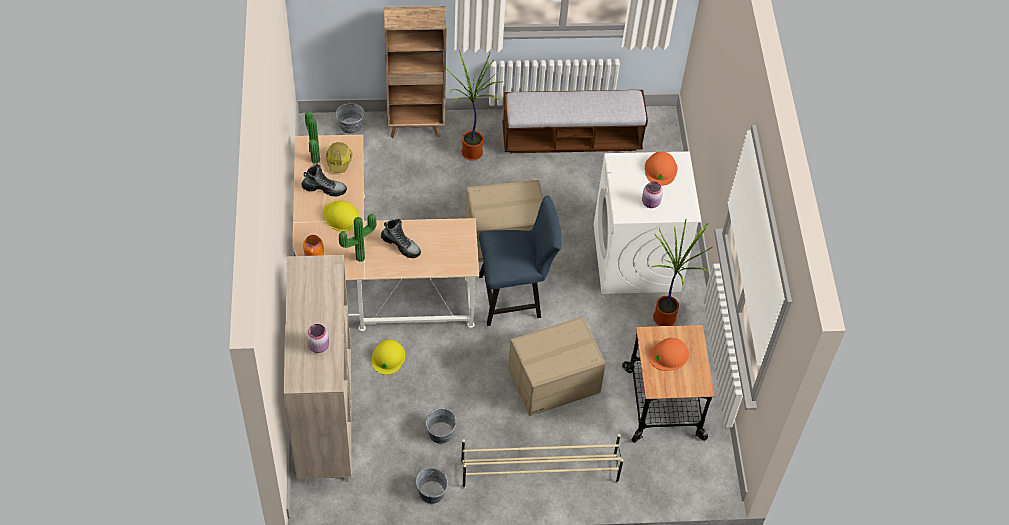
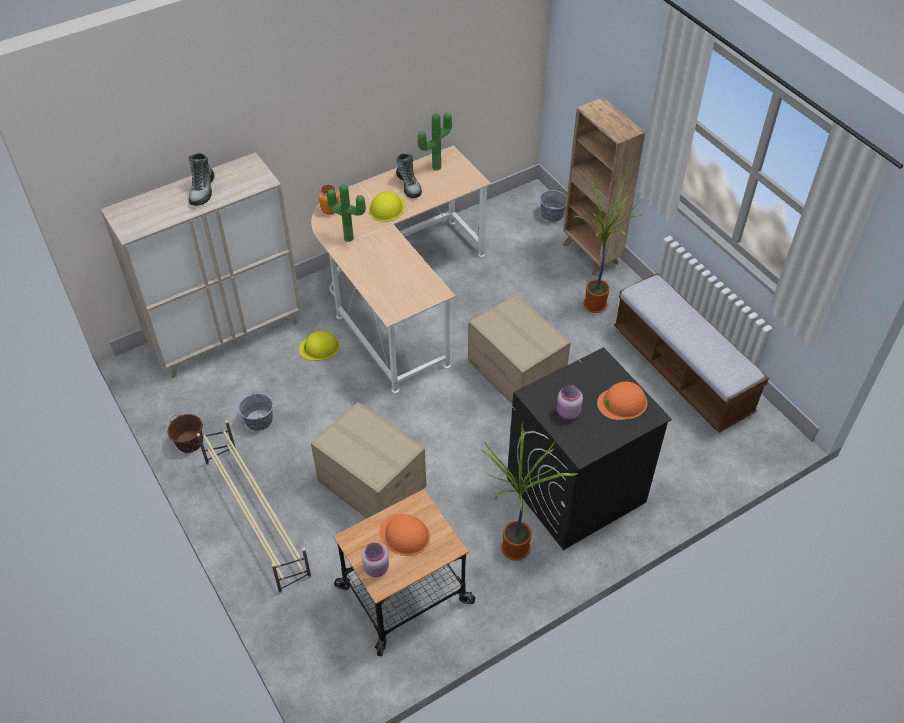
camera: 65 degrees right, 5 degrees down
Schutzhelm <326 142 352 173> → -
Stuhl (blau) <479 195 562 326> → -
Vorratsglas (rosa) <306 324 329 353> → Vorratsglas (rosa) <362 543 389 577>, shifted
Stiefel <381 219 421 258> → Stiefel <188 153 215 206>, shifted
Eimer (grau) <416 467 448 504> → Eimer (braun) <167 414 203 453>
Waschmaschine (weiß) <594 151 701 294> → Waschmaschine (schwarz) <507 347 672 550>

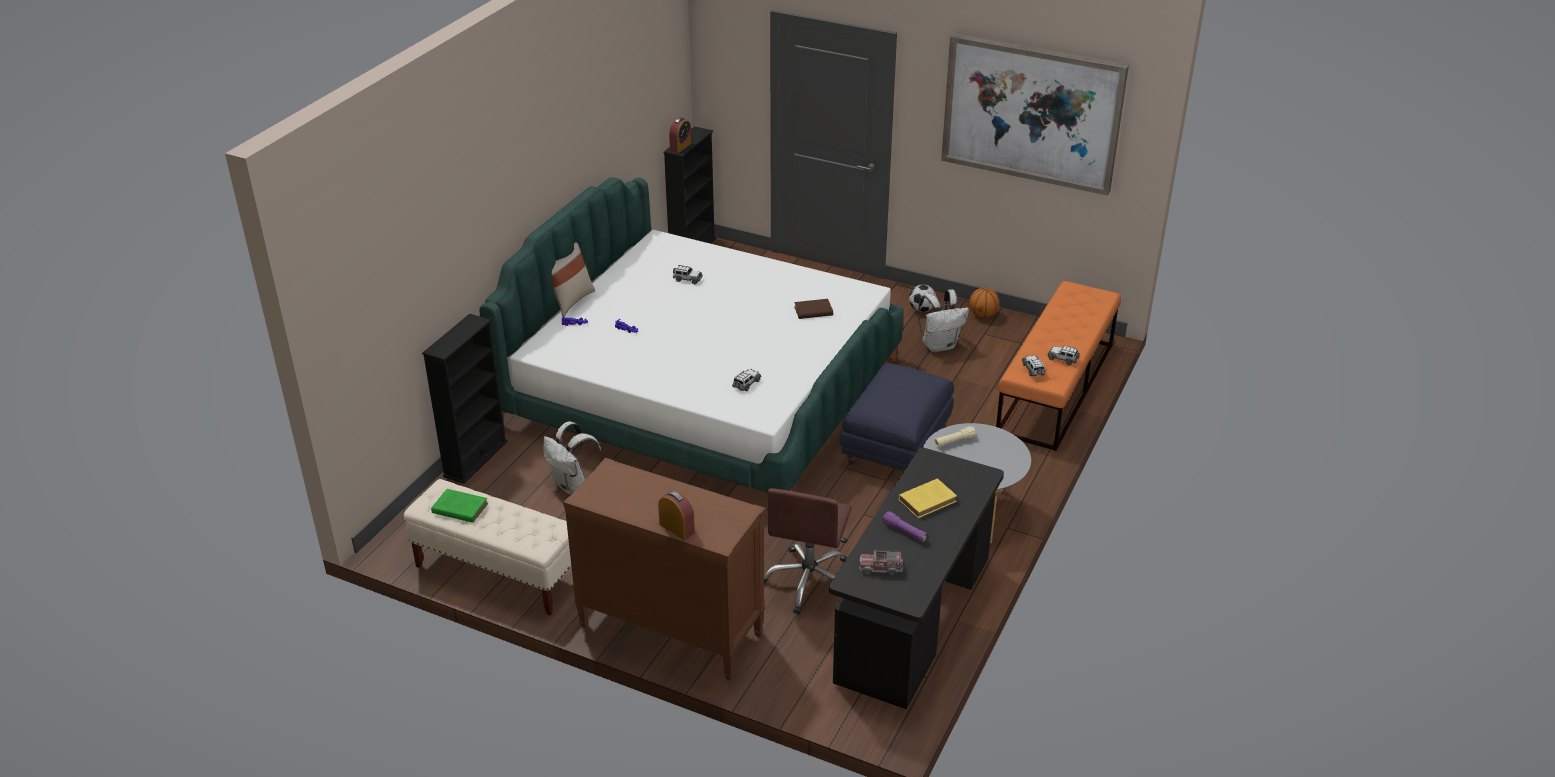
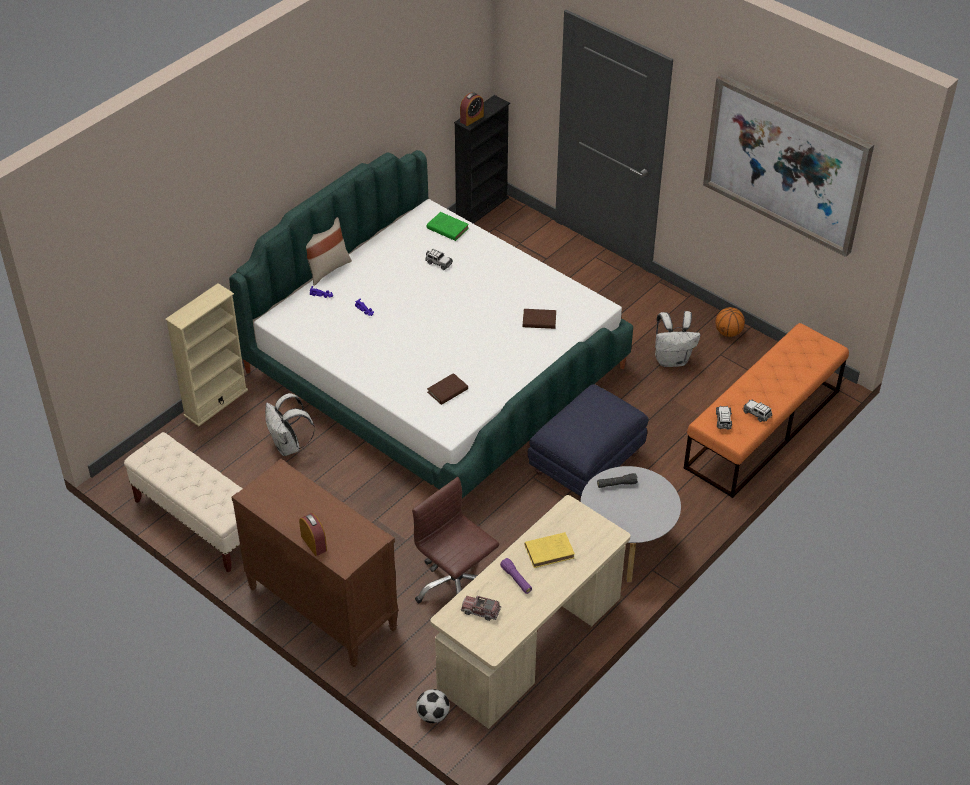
camera: 15 degrees right, 10 degrees up
Buch (grün) <431 489 488 523> → Buch (grün) <427 212 469 241>, shifted
Fußball <909 285 937 312> → Fußball <416 689 450 723>, shifted
Spielzeugauto <732 369 761 391> → Buch (braun) <427 373 468 405>
Bücherregal (schwarz) <422 314 508 484> → Bücherregal (beige) <165 283 248 426>
Schreibtisch (schwarz) <829 448 1004 709> → Schreibtisch (beige) <430 495 630 729>
Taschenlampe (beige) <935 426 976 447> → Taschenlampe (schwarz) <597 473 638 488>
Bürostuhl (braun) <764 488 852 614> → Bürostuhl (braun) <412 477 499 603>, 105 degrees clockwise

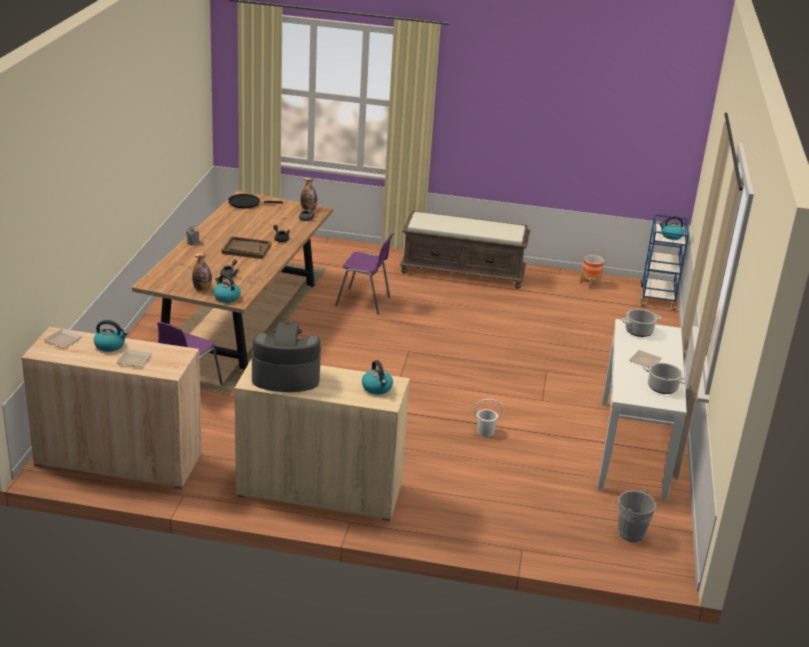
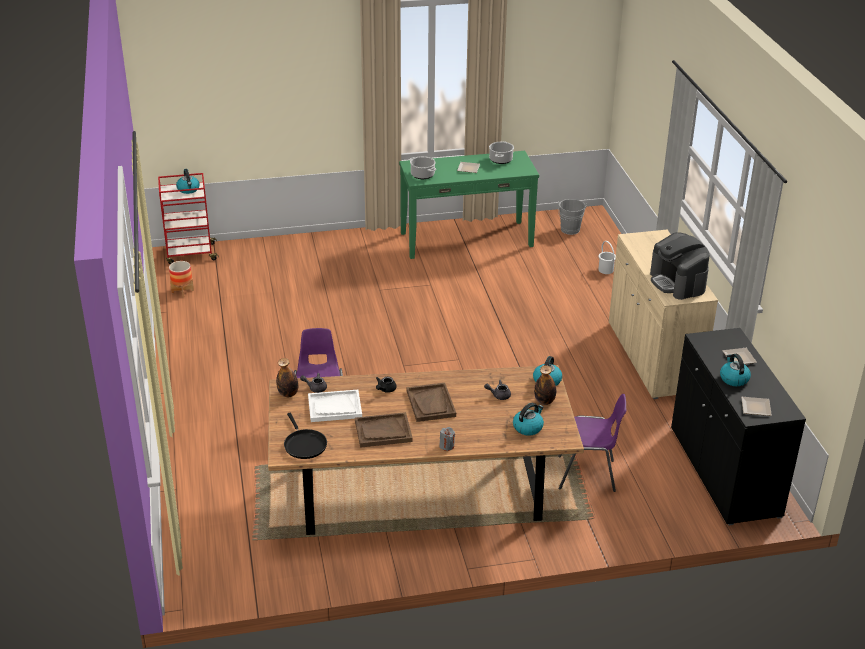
camera: 110 degrees left, 5 degrees up
Bank (braun) <400 211 530 289> → -
- → Tablett (weiß) <308 390 362 422>
- → Tablett (braun) <355 412 413 448>
Wasserkessel <362 360 393 395> → Wasserkessel <513 403 544 436>, shifted
Eimer (weiß) <474 399 502 437> → Eimer (weiß) <598 241 616 274>, shifted
Schrank (beige) <21 327 202 489> → Schrank (schwarz) <671 328 806 526>
Konsolentisch (weiß) <597 319 687 501> → Konsolentisch (grün) <399 151 539 259>
Rollwagen (blau) <641 214 689 310> → Rollwagen (rot) <158 173 219 264>

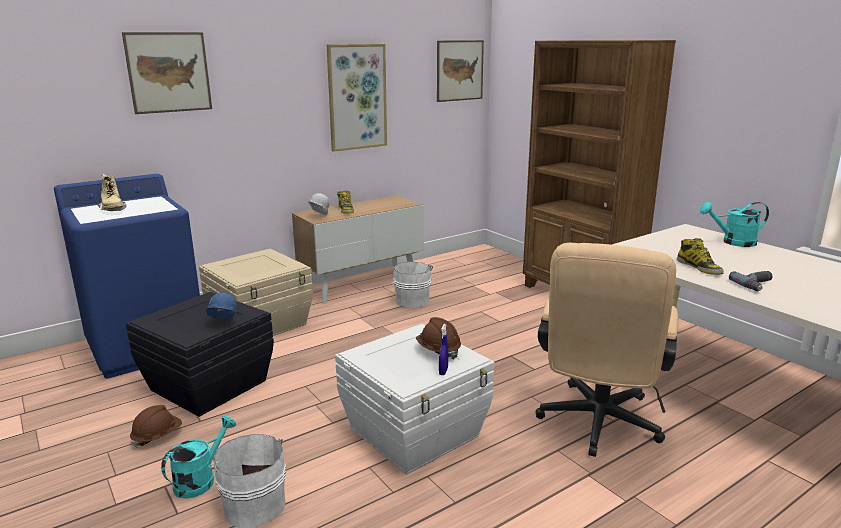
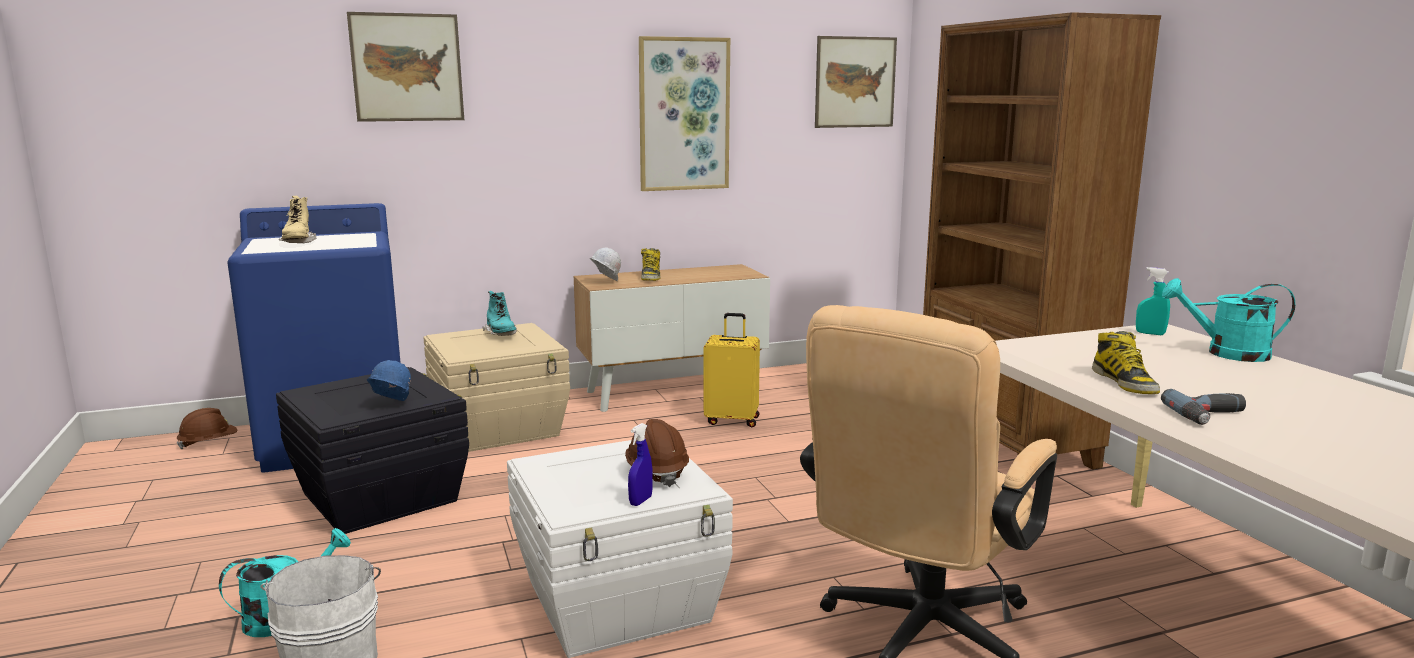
camera: 15 degrees right, 5 degrees down
- → Stiefel (türkis) <483 291 517 336>
- → Sprühflasche (türkis) <1136 267 1170 335>
Schutzhelm (braun) <130 405 182 448> → Schutzhelm (braun) <176 408 237 449>, shifted
Eimer (weiß) <391 262 433 308> → Koffer (gelb) <704 313 760 427>

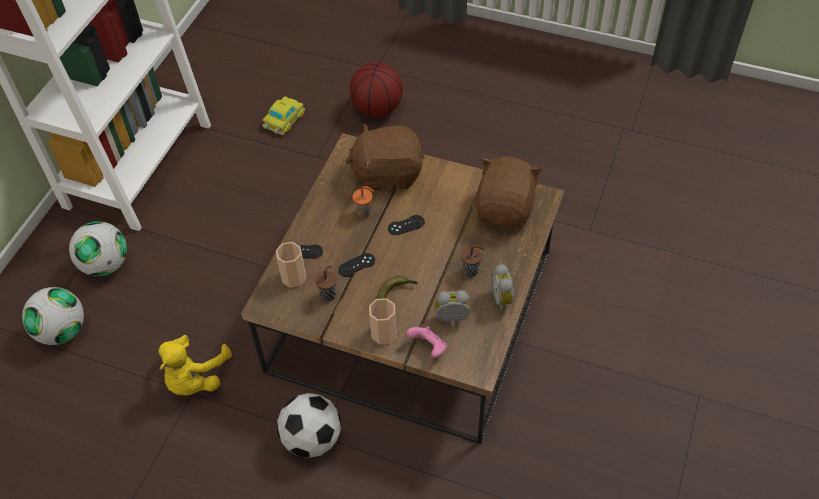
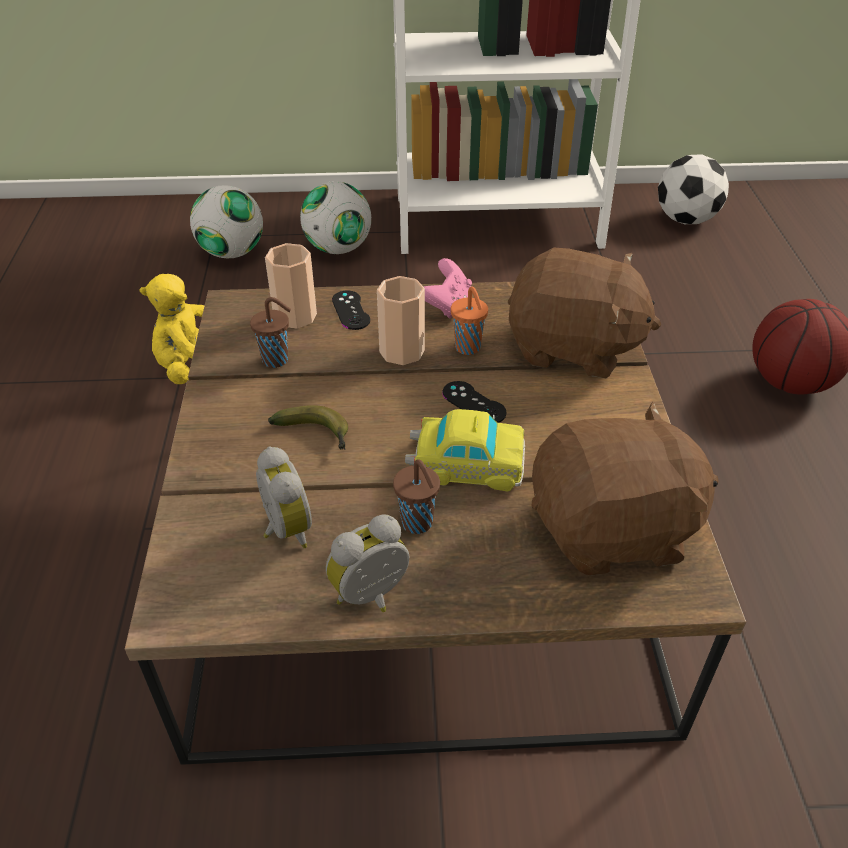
camera: 65 degrees right, 10 degrees down
Gamepad (schwarz) <338 253 375 277> → -
Spielzeugauto <262 97 305 135> → Spielzeugauto <405 409 525 492>, shifted
Fußball <277 393 341 458> → Fußball <658 154 729 224>, shifted
Tasse <369 298 397 344> → Tasse <377 276 425 365>, shifted
Gamepad (rosa) <406 326 447 358> → Gamepad (rosa) <424 258 472 319>, shifted
Plüschtier (braun) <345 124 425 191> → Plüschtier (braun) <508 248 661 378>, 135 degrees clockwise

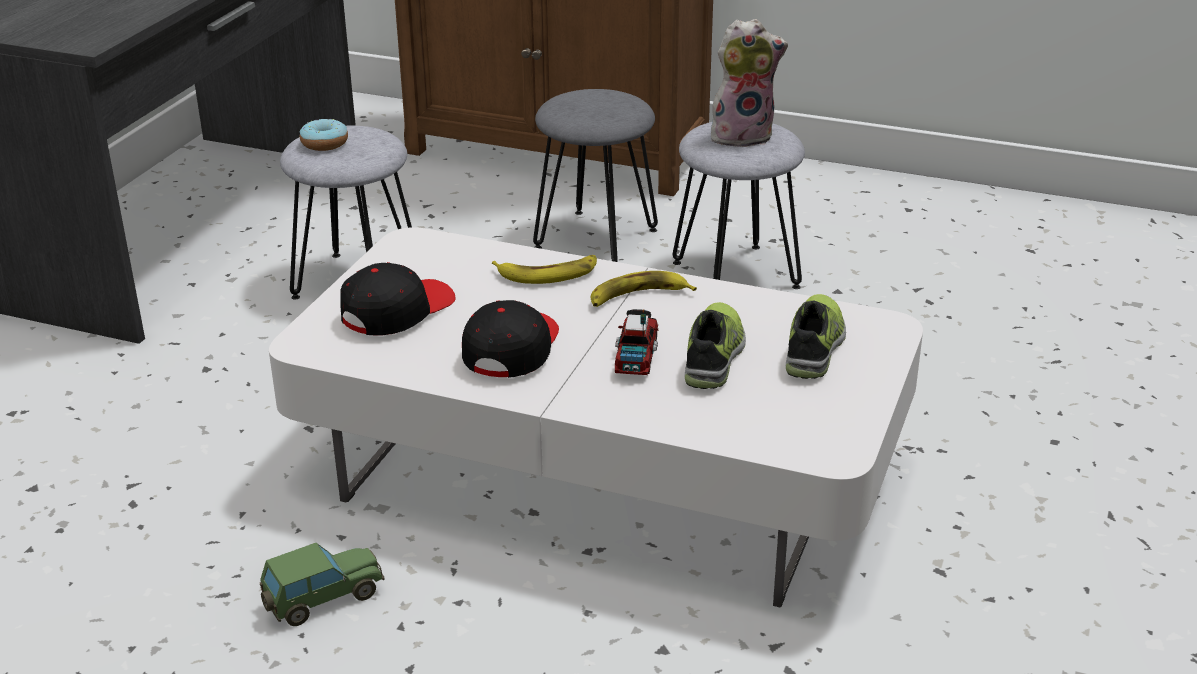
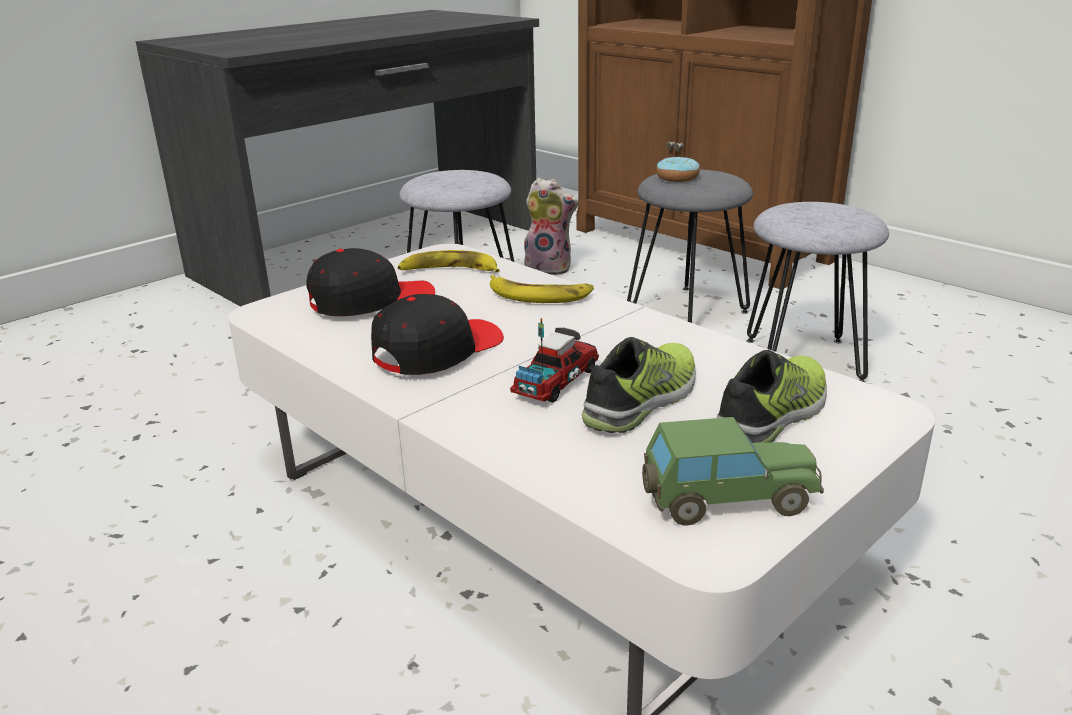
camera: 25 degrees right, 5 degrees down
Spielzeugauto <260 543 384 626> → Spielzeugauto <642 417 824 526>, shifted
Donut <300 119 348 151> → Donut <656 157 700 182>, shifted
Banane <591 271 697 307> → Banane <398 250 500 272>, shifted
Plüschtier <711 19 788 147> → Plüschtier <524 178 579 275>, shifted

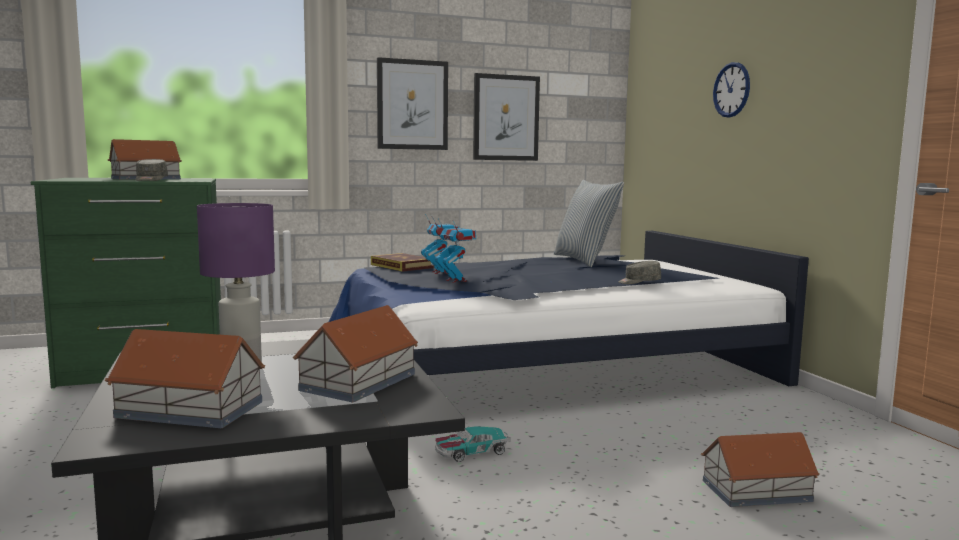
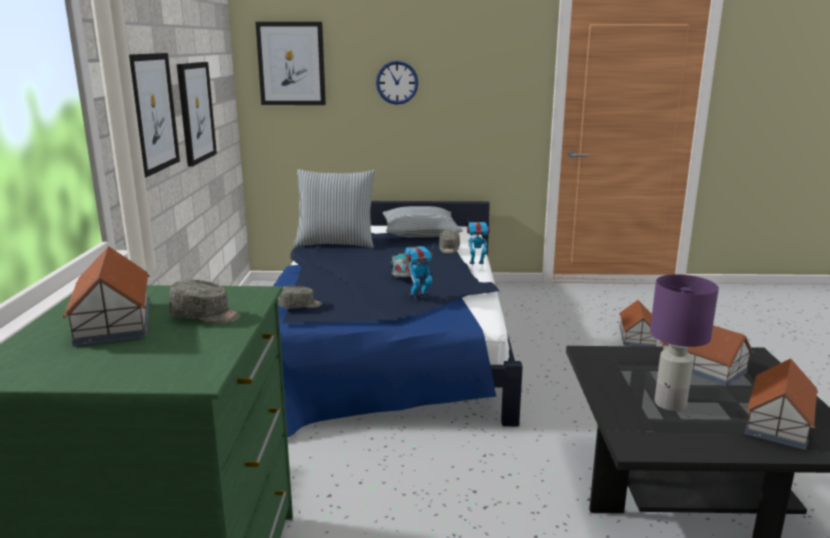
camera: 70 degrees left, 10 degrees up
- → Bild <256 22 326 105>
- → Kissen <383 206 463 237>
Spielzeugroboter <421 214 459 274> → Spielzeugroboter <467 219 490 267>, shifted
Spielzeugauto <435 426 511 462> → Spielzeugauto <391 254 412 277>, shifted
Buch <371 253 434 272> → Kappe (grau) <278 286 322 309>

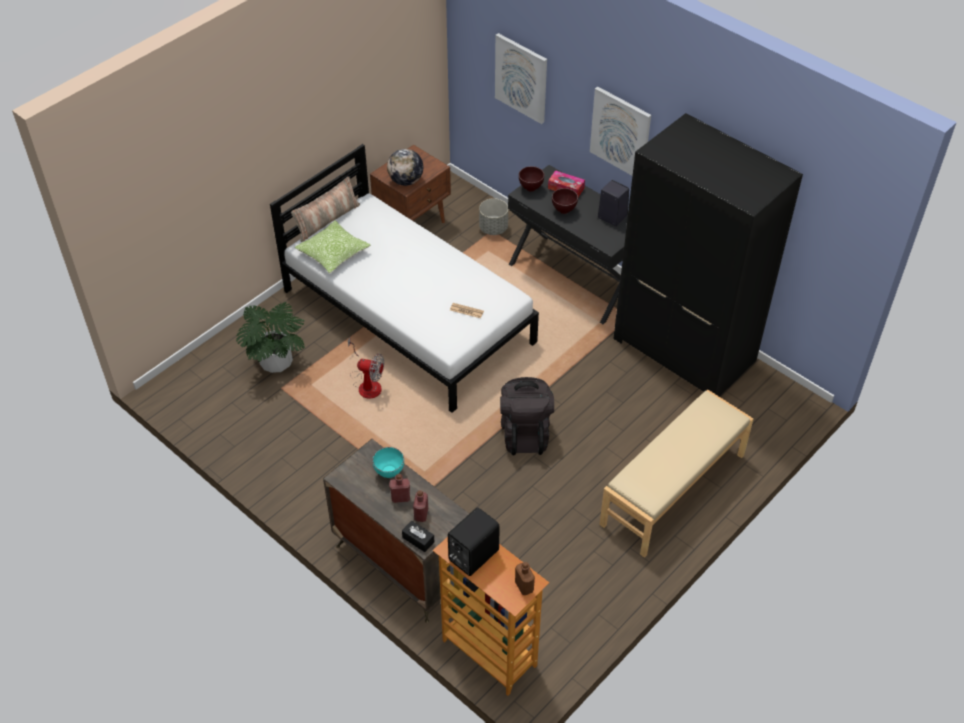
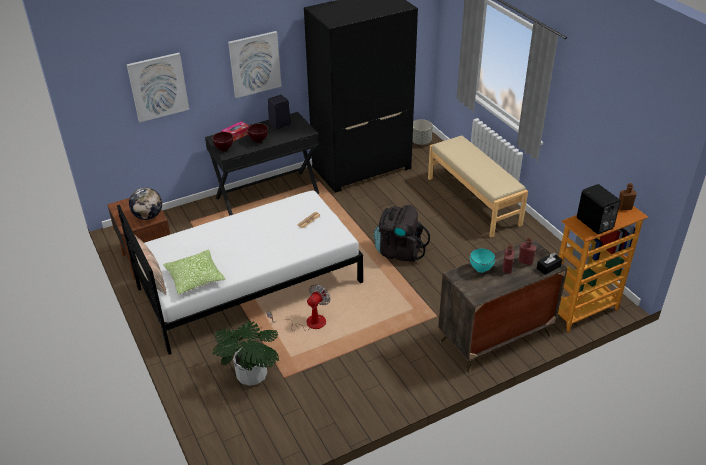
camera: 70 degrees left, 10 degrees down
Pflanzkübel (grau) <479 198 508 235> → Pflanzkübel (grau) <412 119 433 145>, shifted

